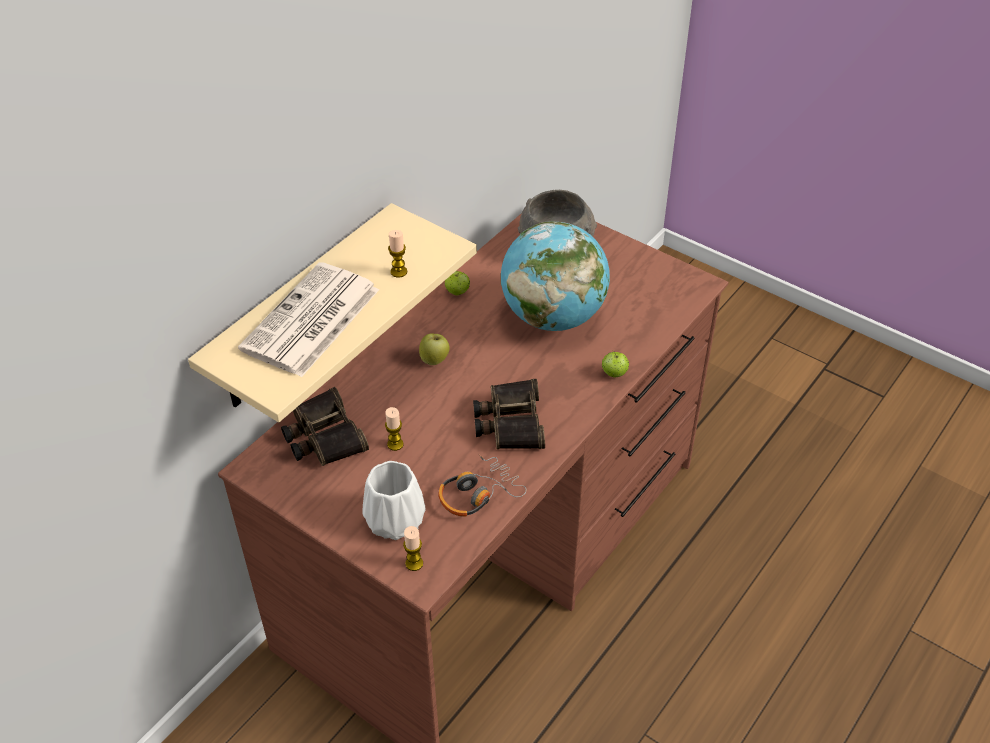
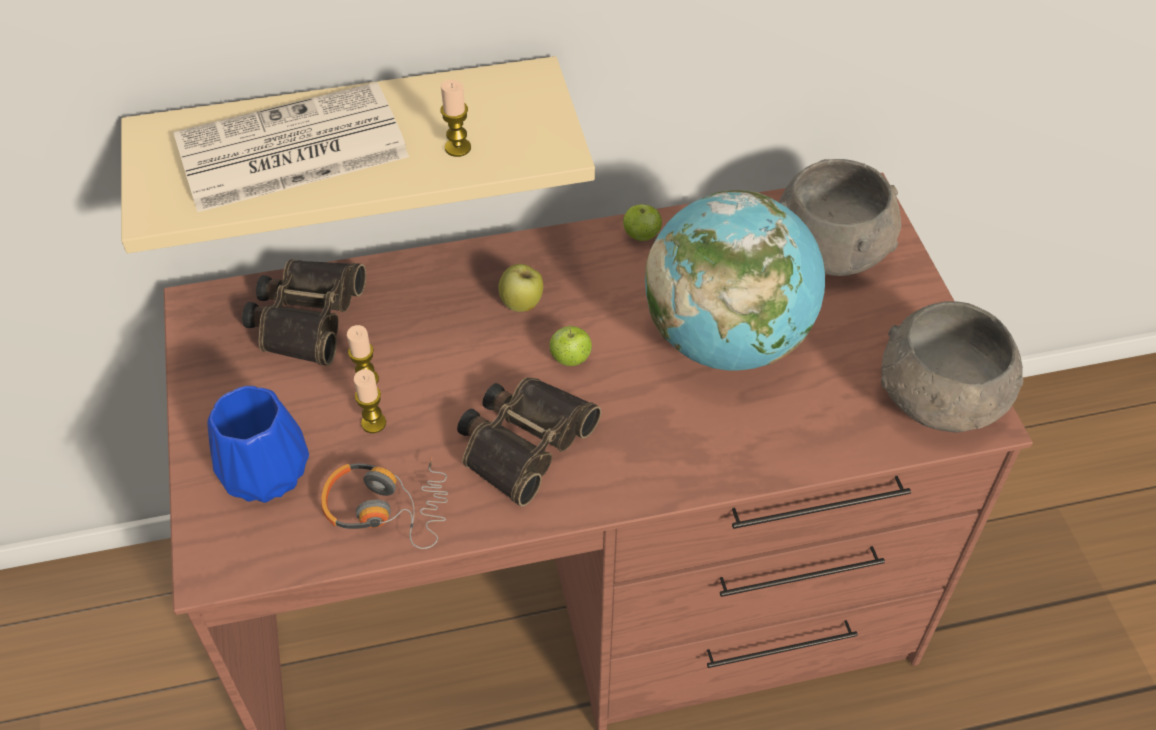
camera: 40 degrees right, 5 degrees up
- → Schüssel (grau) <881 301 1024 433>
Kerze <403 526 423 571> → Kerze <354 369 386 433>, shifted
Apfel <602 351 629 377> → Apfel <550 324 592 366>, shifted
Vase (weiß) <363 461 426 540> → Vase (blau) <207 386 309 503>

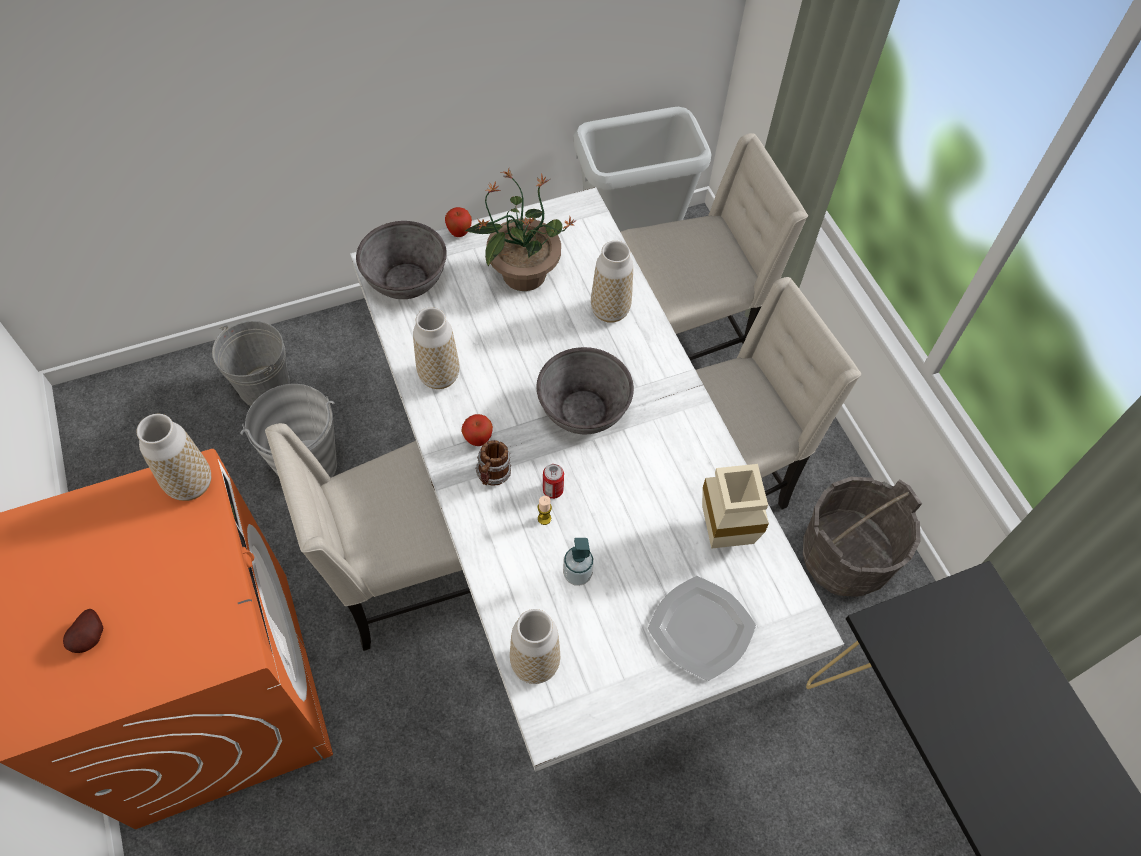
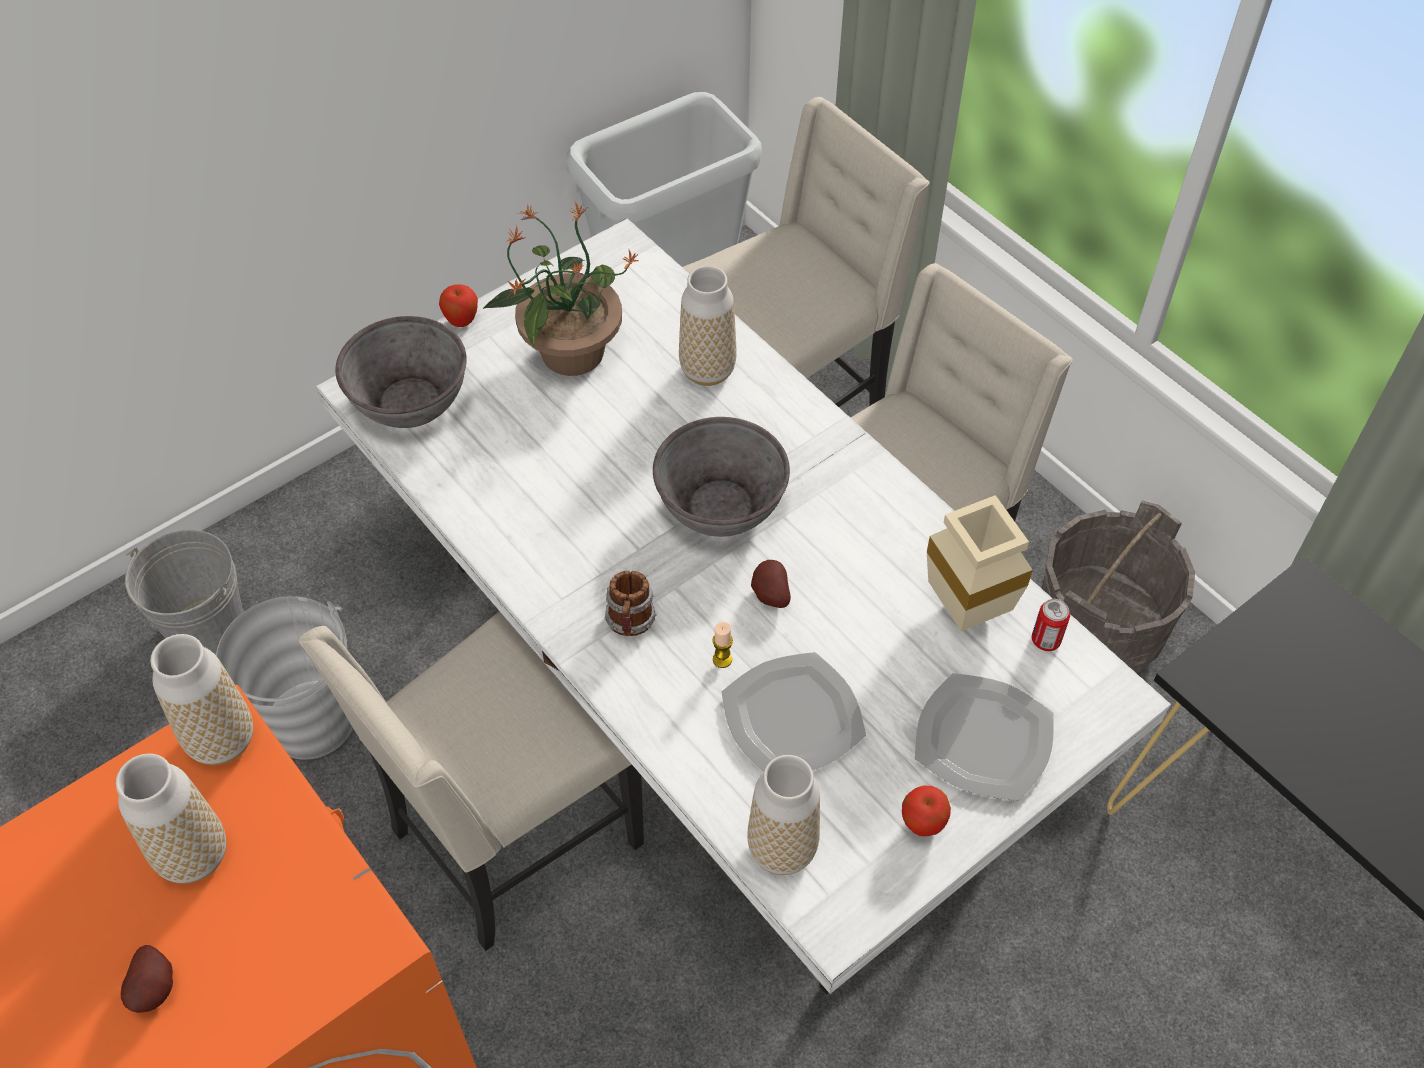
camera: 15 degrees left, 5 degrees down
- → Kartoffel <751 560 791 608>
Vase <413 308 459 389> → Vase <115 753 226 884>, shifted
Apfel <461 414 493 446> → Apfel <902 786 951 836>, shifted
Dose <543 464 564 499> → Dose <1032 599 1070 651>, shifted
Seifenspender <563 538 594 586> → Teller <722 652 866 772>

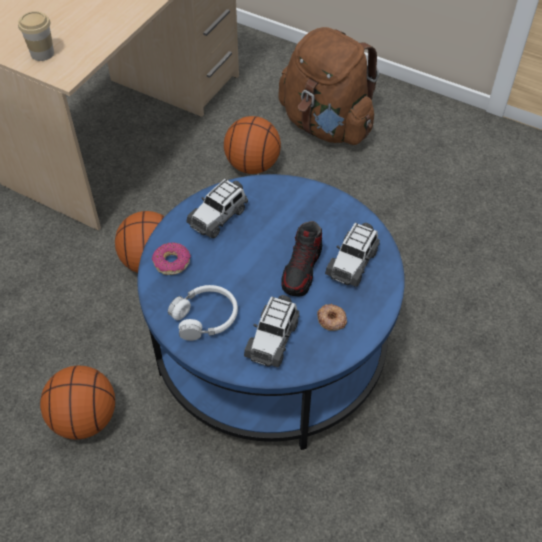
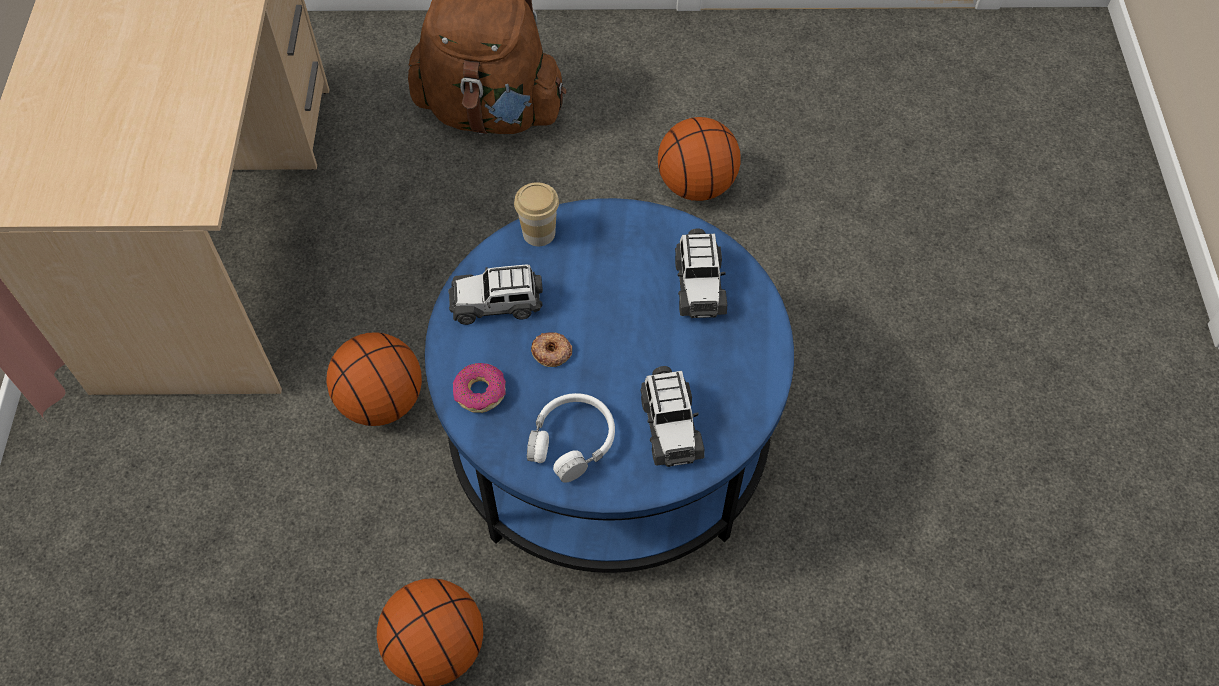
camera: 30 degrees left, 5 degrees up
Schuh <281 221 322 297> → -
Tasse <18 11 54 61> → Tasse <514 182 559 246>, shifted
Basketball <224 116 281 174> → Basketball <658 117 741 201>, shifted
Donut <317 304 347 331> → Donut <531 332 572 367>, shifted
Spielzeugauto <186 179 248 238> → Spielzeugauto <448 264 543 325>, 75 degrees clockwise

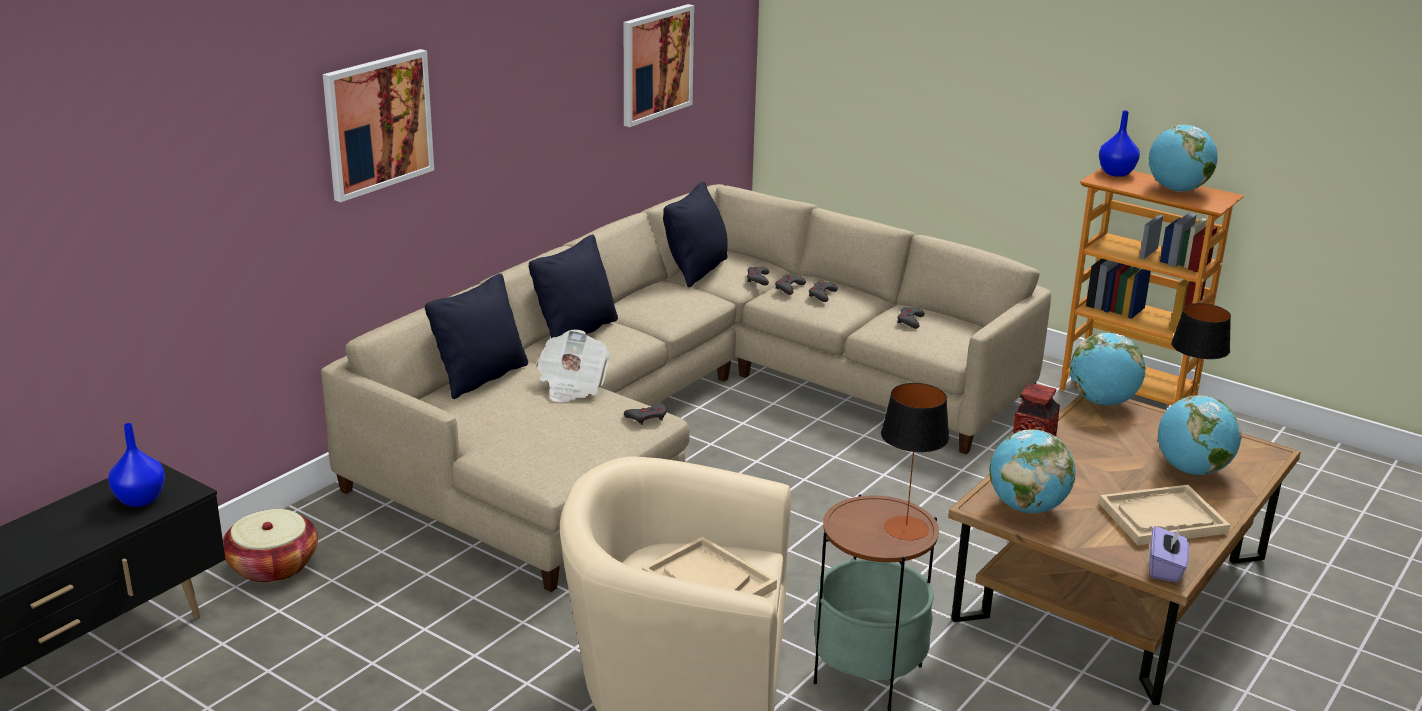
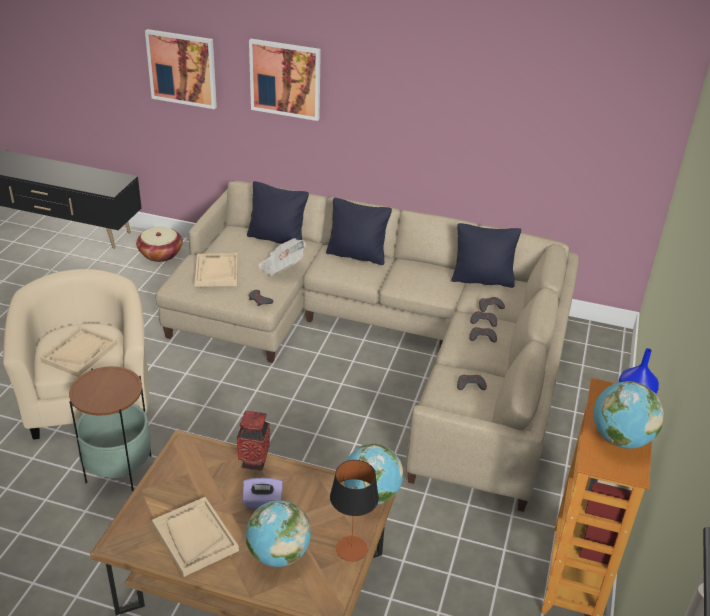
camera: 70 degrees right, 10 degrees up
Vase (blau) <108 423 165 507> → -
Tischlampe <881 383 949 540> → -
Globus <990 429 1075 513> → -
- → Tablett (beige) <195 253 238 287>
Bild <624 4 694 127> → Bild <145 29 217 109>, shifted
Taschentuchbox (lila) <1149 526 1189 582> → Taschentuchbox (lila) <242 478 283 509>, shifted

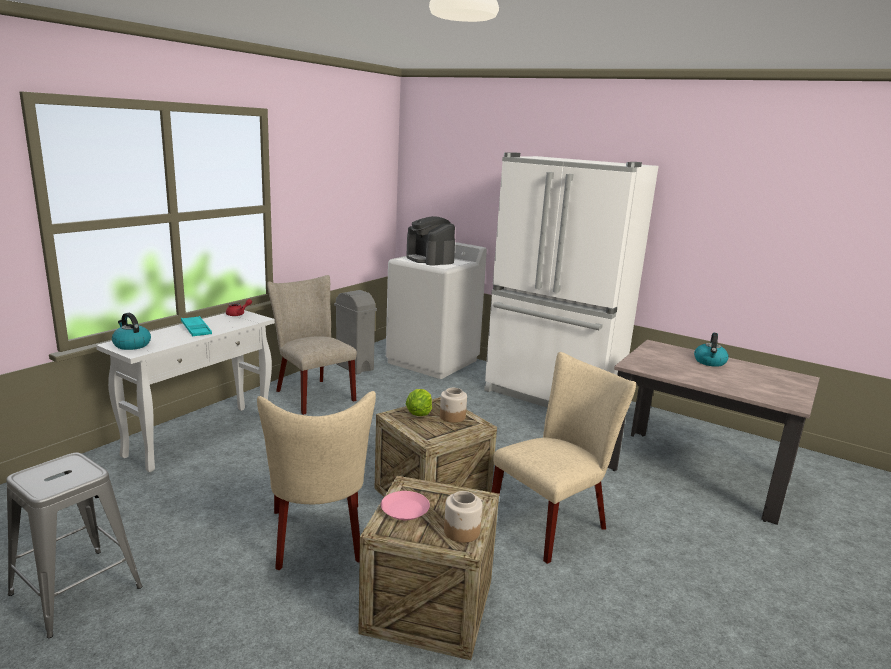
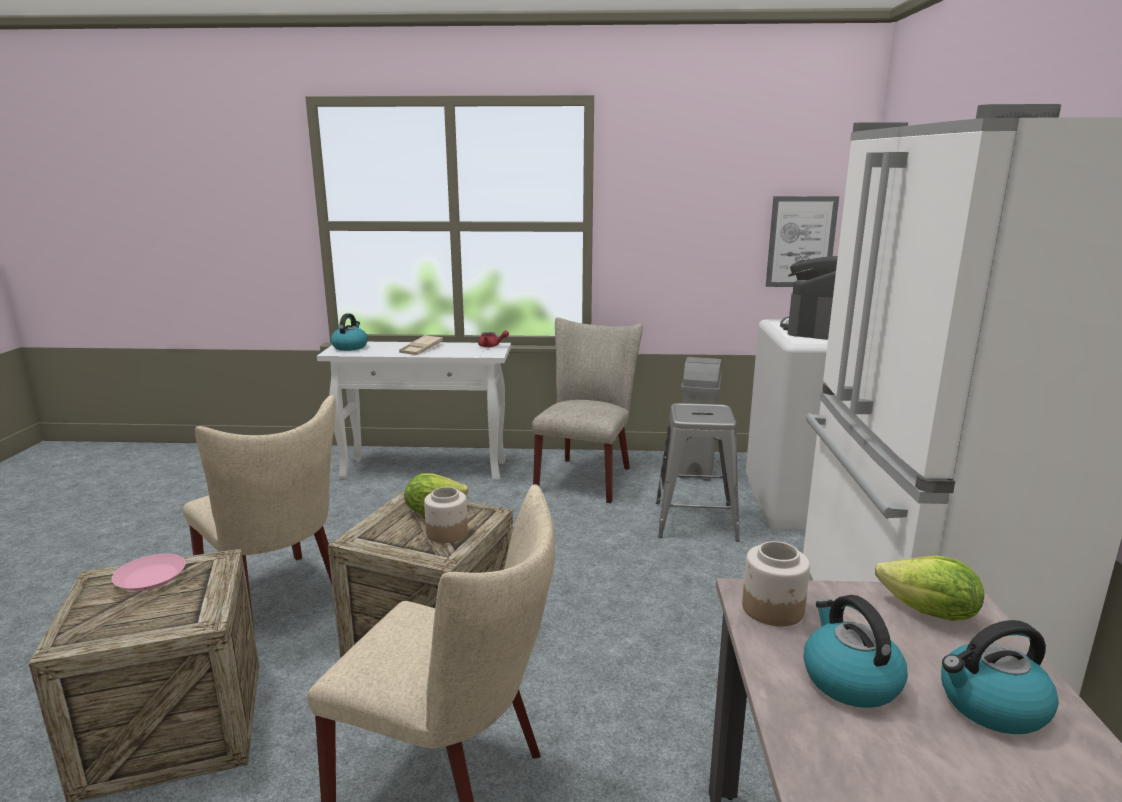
camera: 60 degrees right, 0 degrees up
- → Bild <766 196 839 287>
- → Wasserkessel <804 595 908 708>
- → Salatkopf <875 556 984 621>
Hocker (grau) <6 453 142 638> → Hocker (grau) <656 403 740 542>, shifted
Vorratsglas <444 491 482 543> → Vorratsglas <742 541 810 626>, shifted
Tablett (türkis) <181 316 212 336> → Tablett (beige) <399 335 443 355>
Stuhl (beige) <257 391 376 570> → Stuhl (beige) <183 395 336 634>, 90 degrees counterclockwise

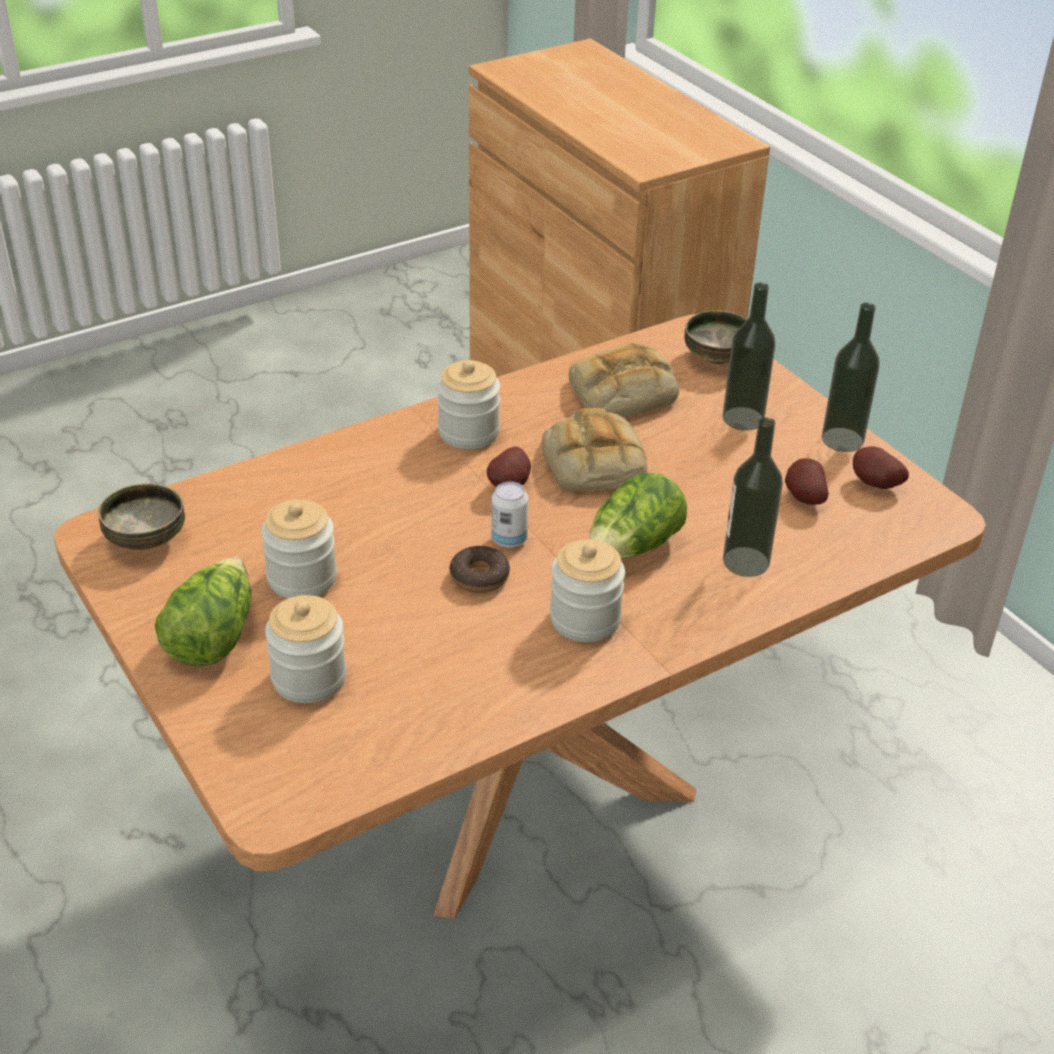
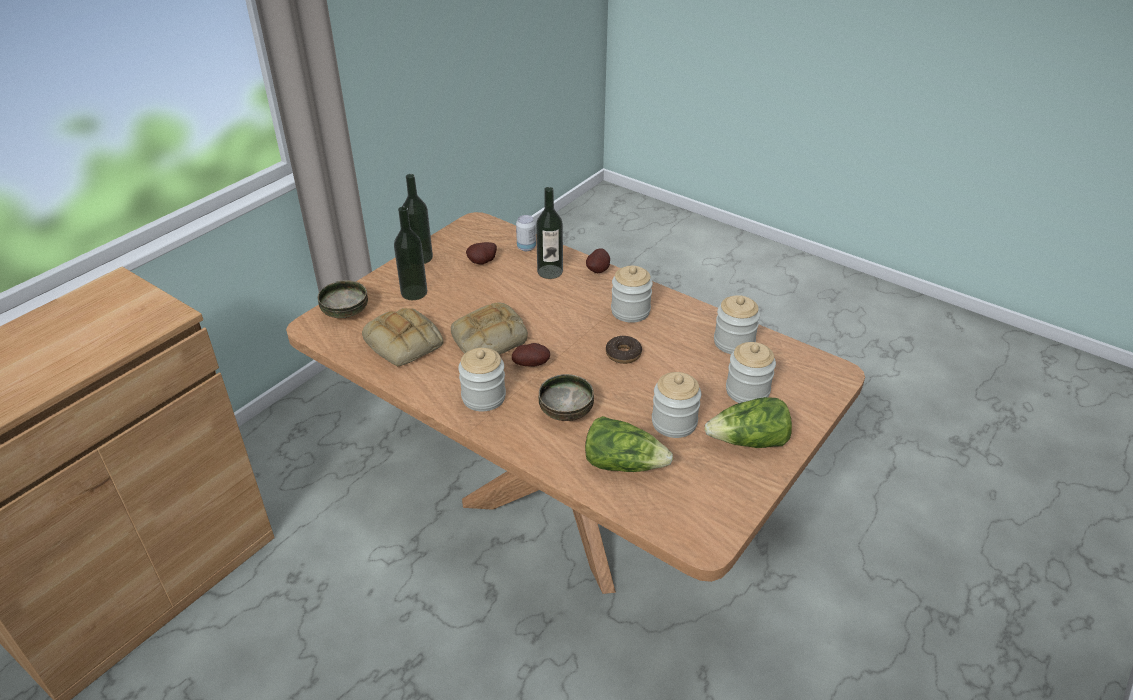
camera: 110 degrees left, 0 degrees up
- → Vorratsglas <714 295 760 354>
Schüssel <98 484 185 550> → Schüssel <538 374 594 421>, shifted
Dose <491 481 528 548> → Dose <516 215 536 251>, shifted
Salatkopf <589 472 687 559> → Salatkopf <585 416 673 472>, shifted
Kartoffel <853 446 909 489> → Kartoffel <586 248 610 273>, shifted

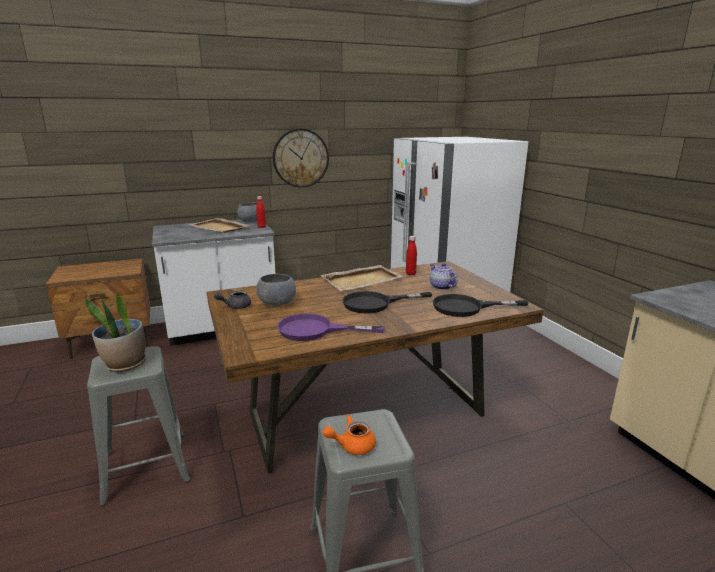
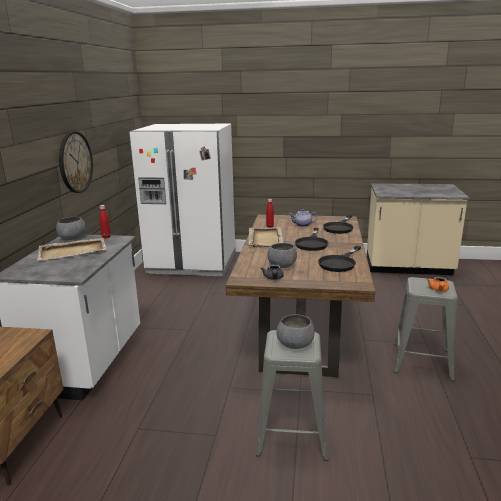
camera: 60 degrees left, 0 degrees up
Topfpflanze <84 292 146 372> → Schüssel (grau) <276 314 315 349>
Pfanne (lila) <277 313 385 341> → Pfanne (schwarz) <318 246 361 272>

